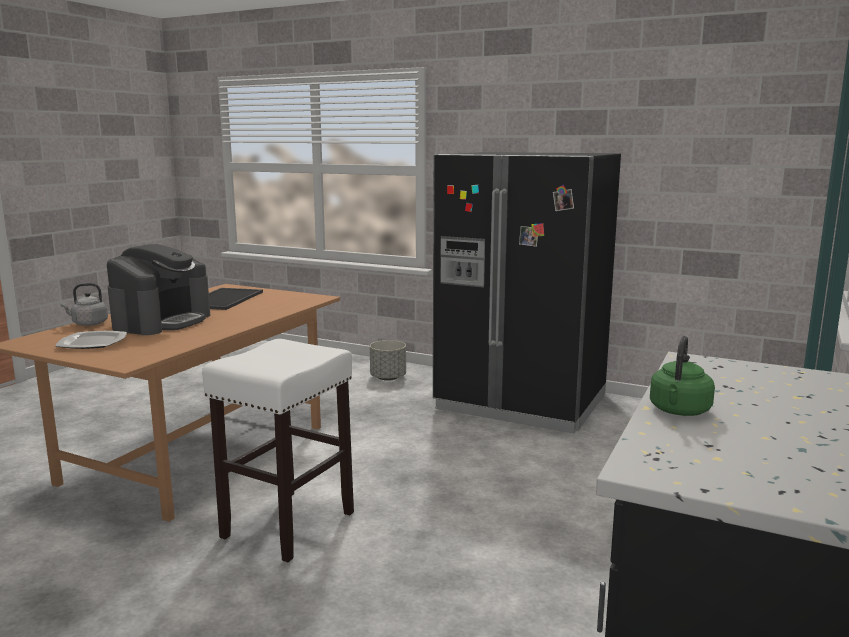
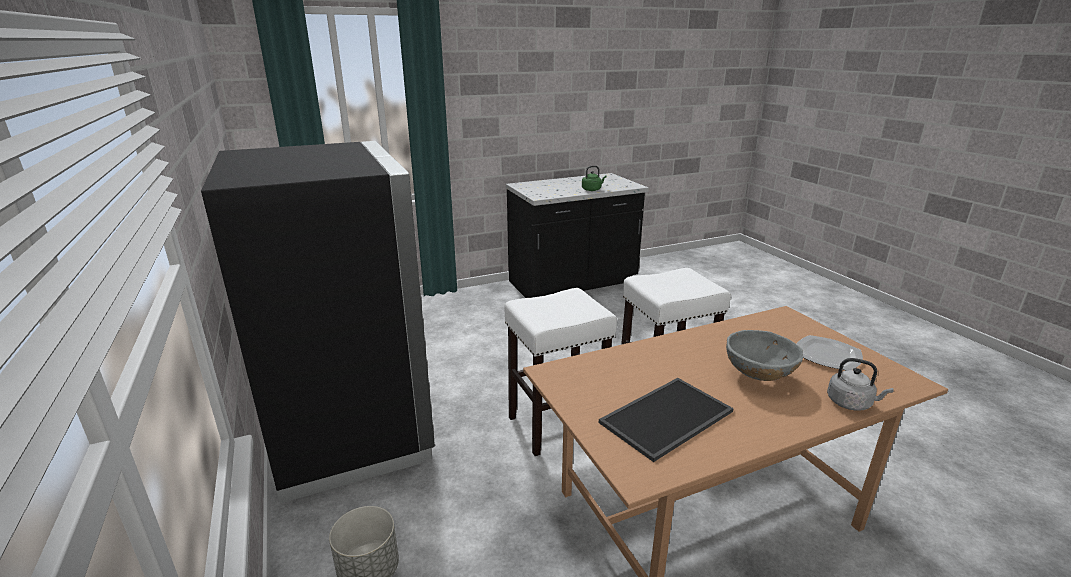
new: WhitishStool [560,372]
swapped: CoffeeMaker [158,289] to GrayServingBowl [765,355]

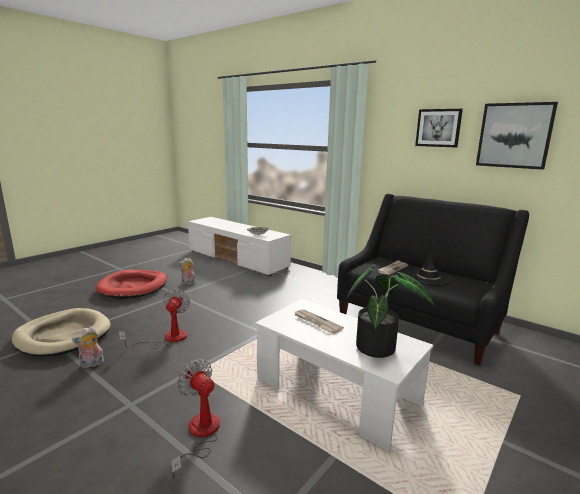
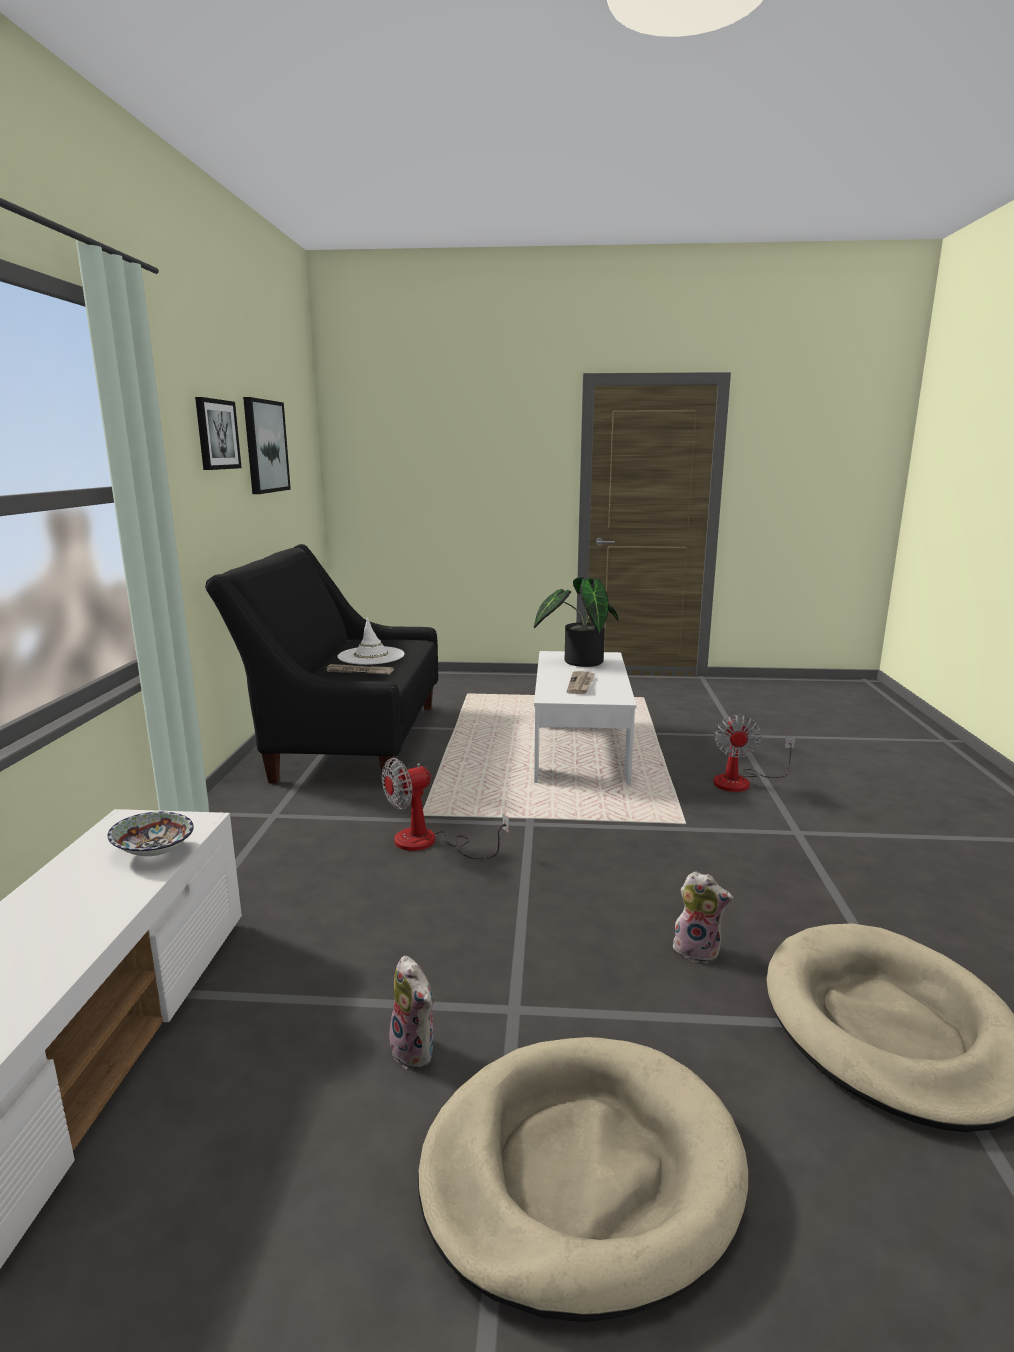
shifted: PlushToy [88,347] to [703,917]; ElectricFan [154,319] to [445,808]
repainted: RedColouredDogCushion [131,284] to BeigeDogCushion [583,1179]; BlackishWearableHat [429,268] to WhitishWearableHat [371,641]

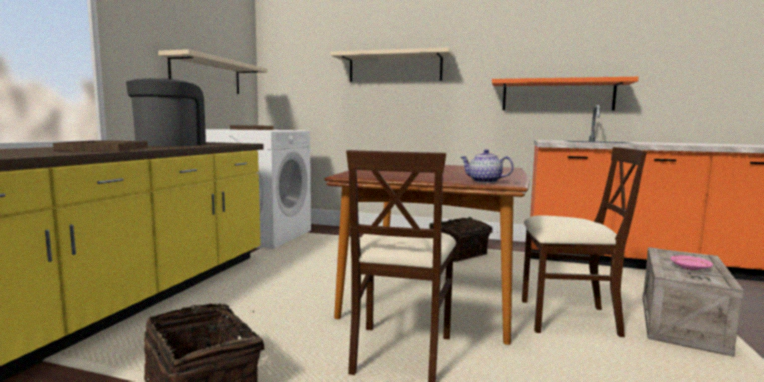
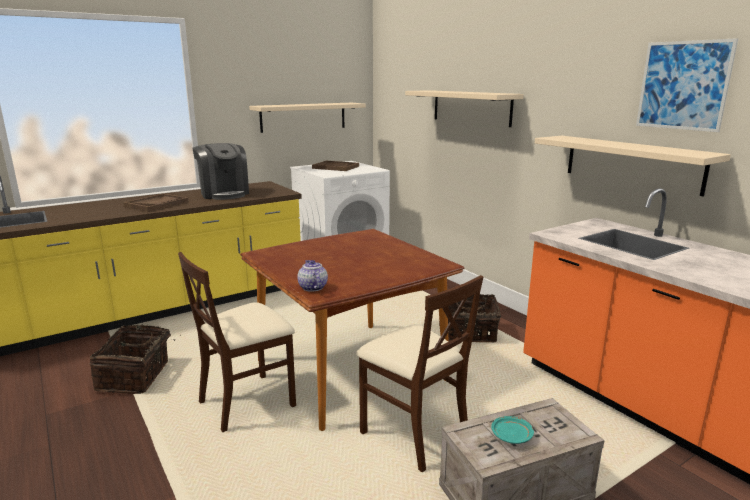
new: WallArt [687,85]
repainted: OrangeBracketShelf [565,94] to BeigeBracketShelf [633,166]; PinkishDinnerPlate [691,262] to BlueGreenDinnerPlate [512,430]
rotated: CoffeeMaker [166,112] = [220,171] 105 degrees clockwise

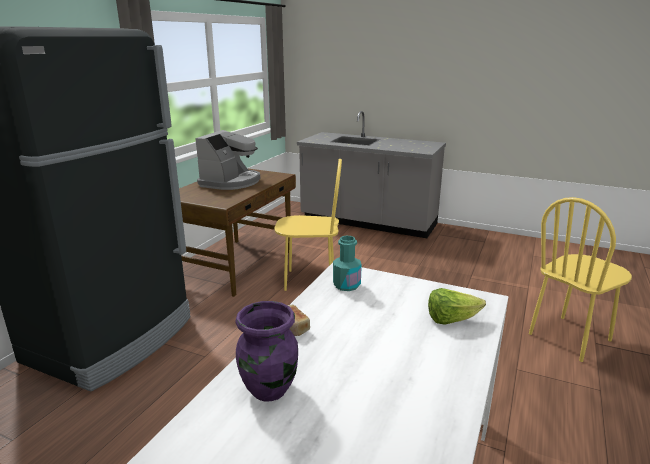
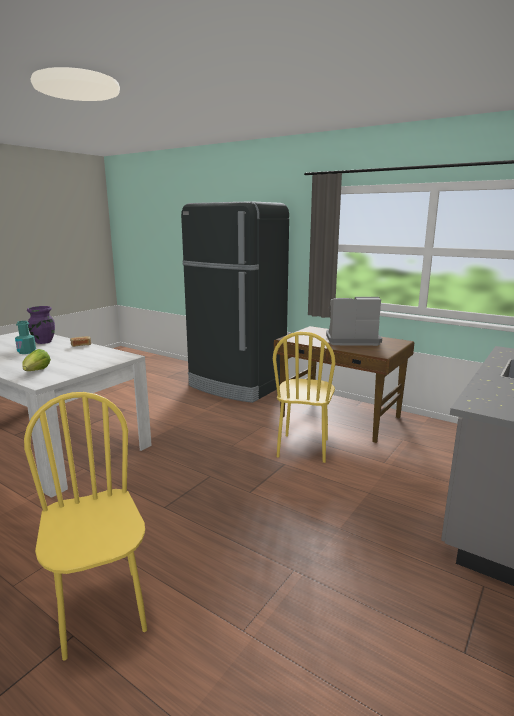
shifted: BlueGreenBottle [347,263] to [25,337]
rotated: CoffeeMaker [227,160] = [354,321] 150 degrees clockwise

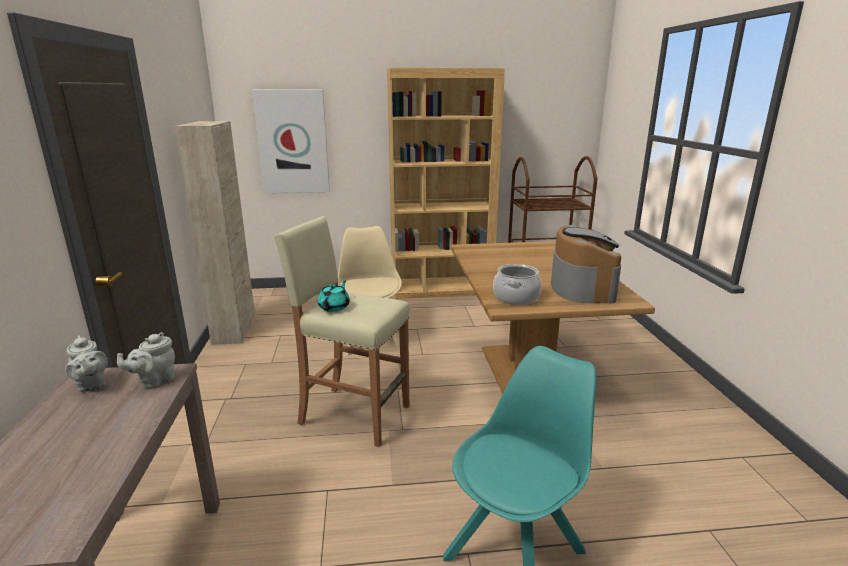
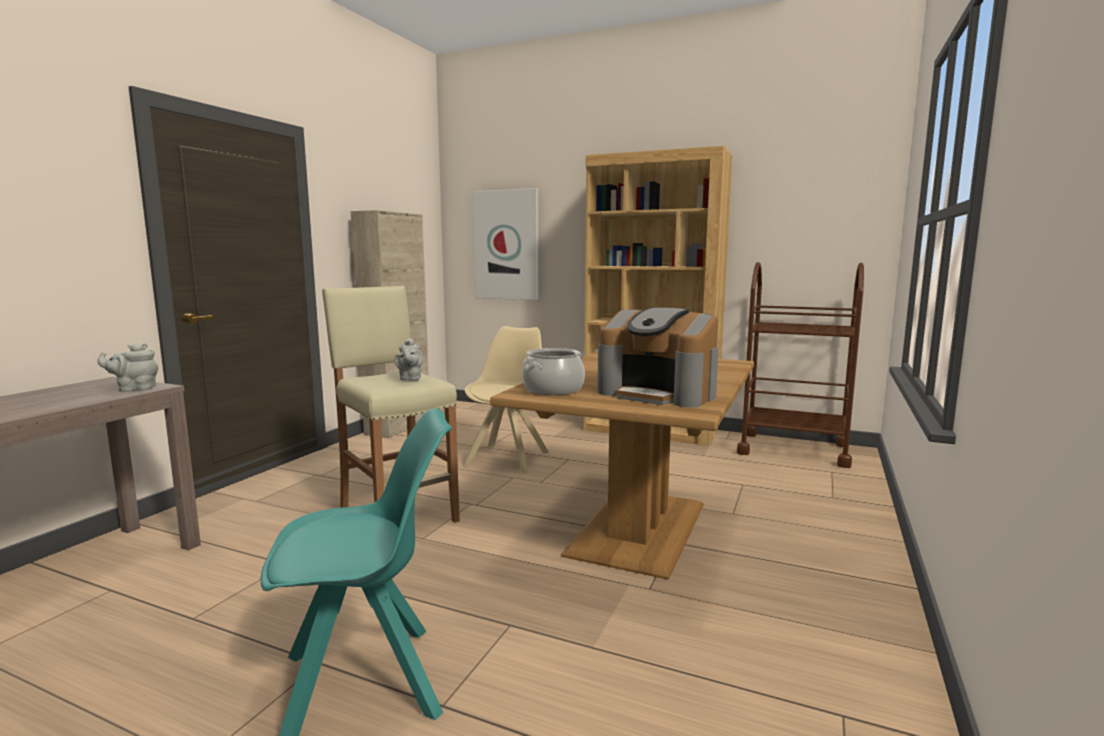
gone: BlueGreenTeaPot [334,296]
shifted: GrayTeaPot [86,363] to [409,359]
rotated: CoffeeMaker [586,264] = [658,357] 90 degrees clockwise

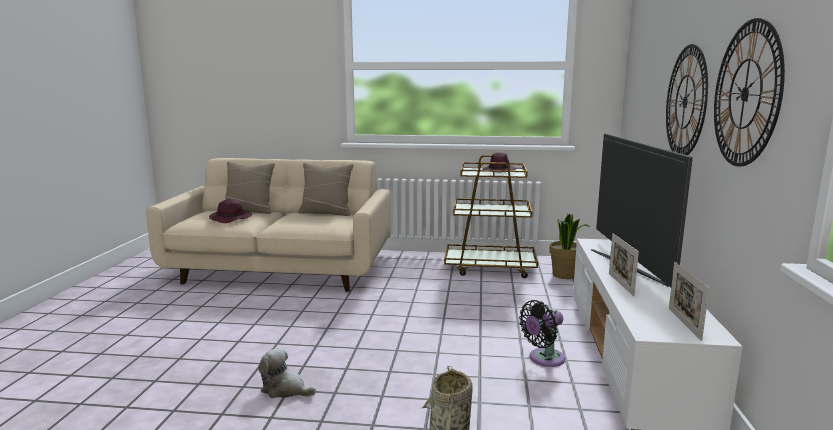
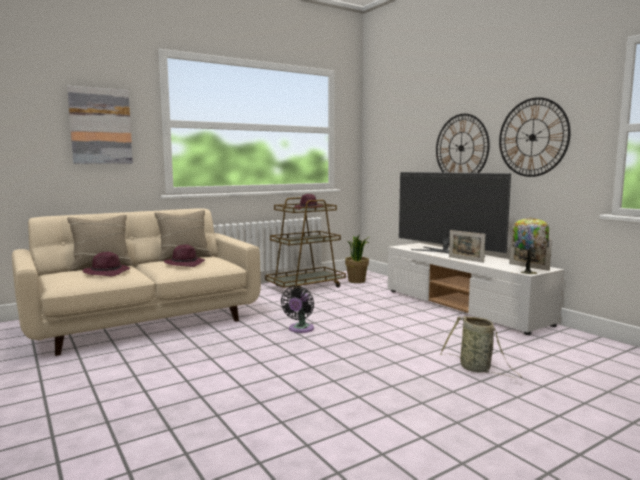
gone: PlushToy [287,373]
new: WallArt [100,125]; PurpleColouredWearableHat [184,255]; TabletopLamp [530,245]
shifted: BlackishElectricFan [542,333] to [297,309]

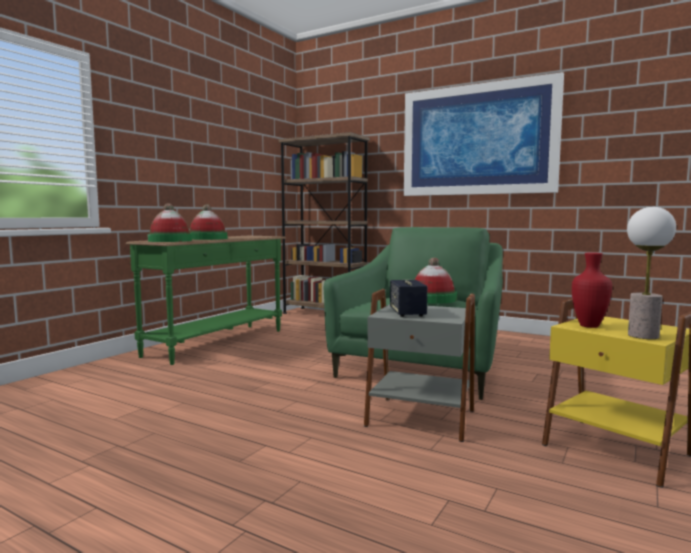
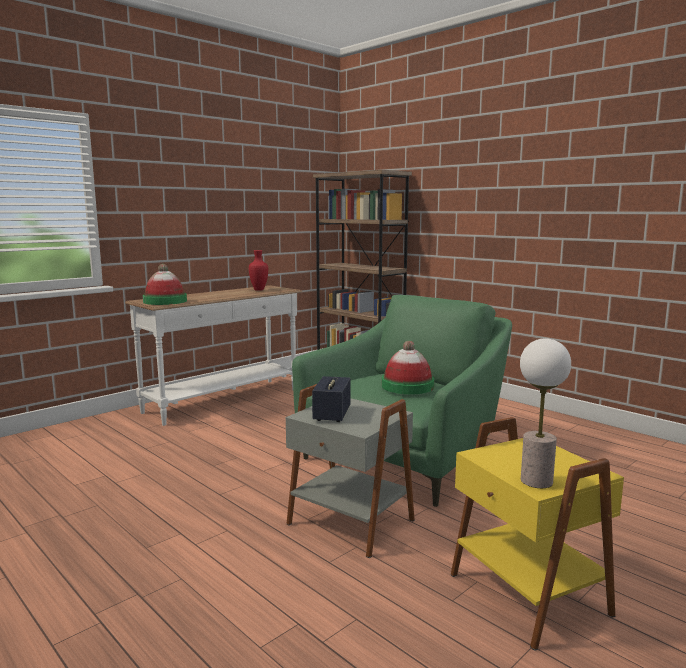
gone: WearableHat [208,222]; WallArt [484,134]
shifted: RedColouredDecorativeVase [592,290] to [258,270]
repainted: GreenColouredConsoleTable [206,300] to WhitishConsoleTable [213,355]

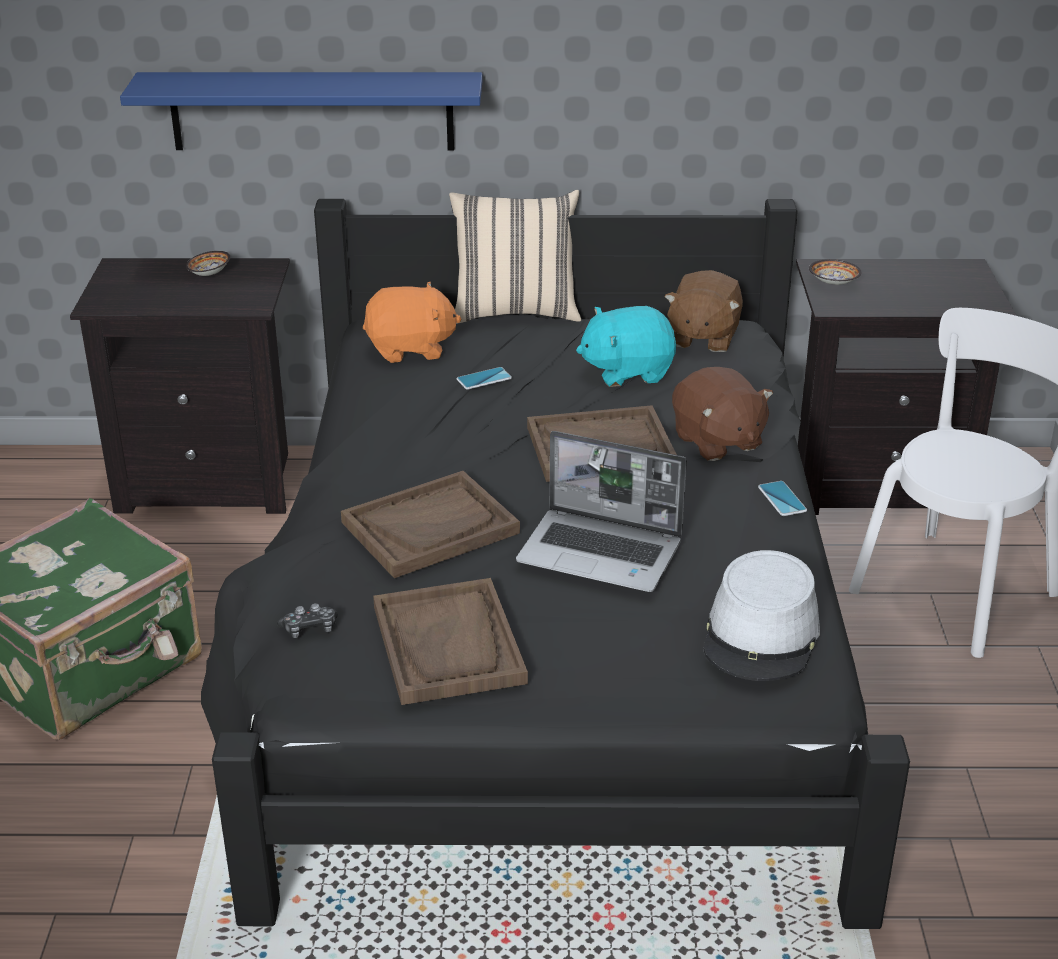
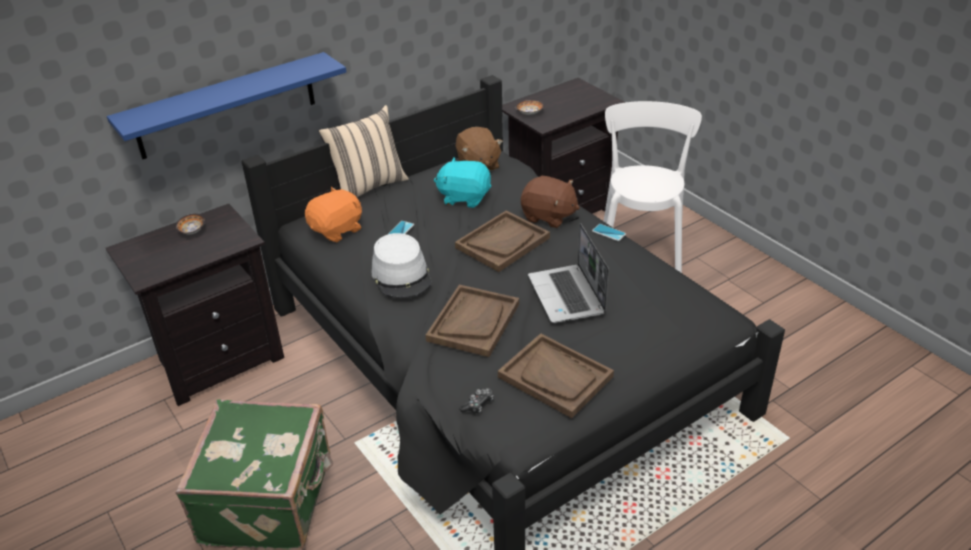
shifted: GrayWearableHat [761,615] to [401,265]
rotated: NotebookComputer [601,511] = [568,273] 90 degrees clockwise; BlueGreenPlushToy [626,346] = [462,182] 60 degrees clockwise

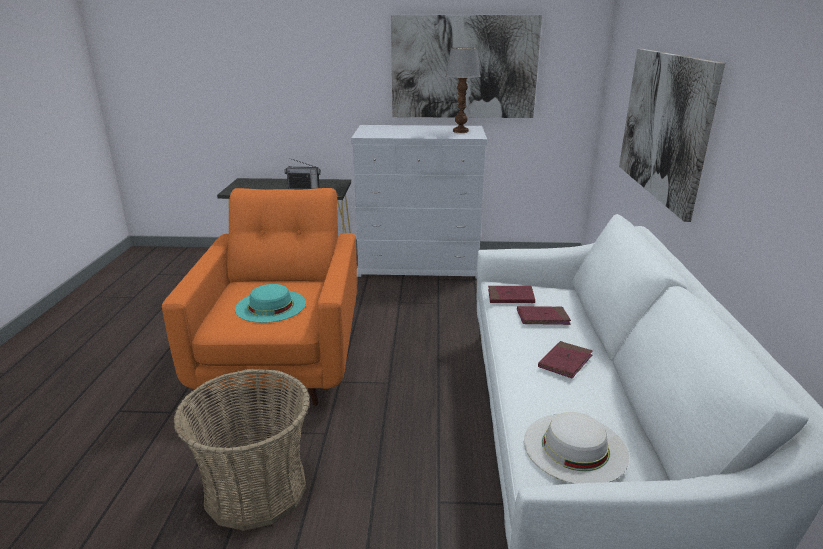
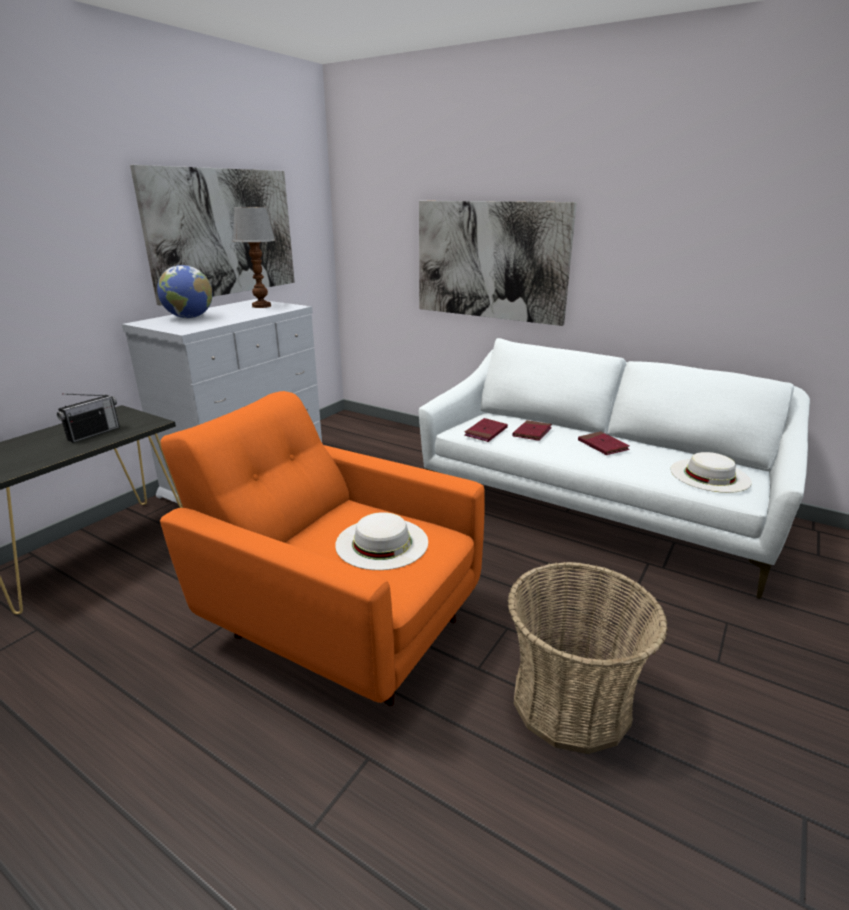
new: Globe [184,291]
repainted: BlueGreenWearableHat [270,303] to WhitishWearableHat [381,541]

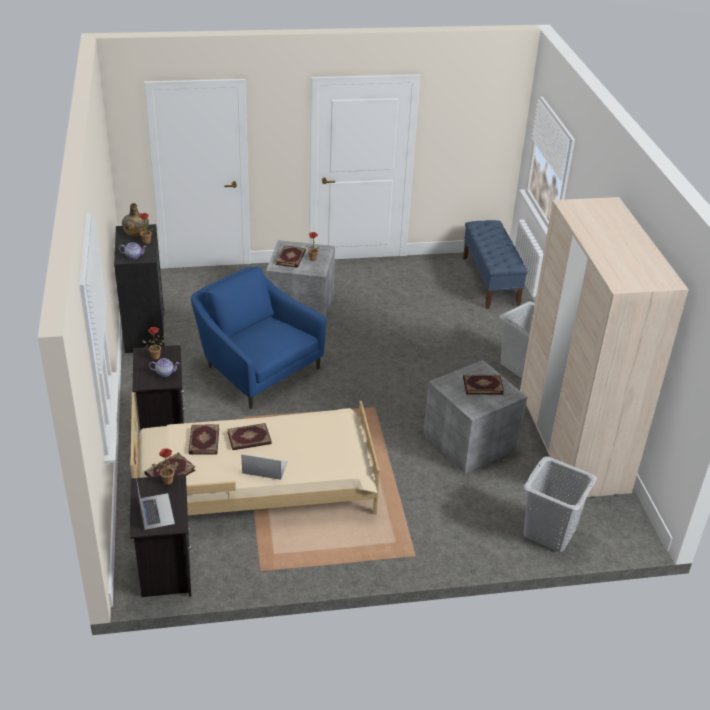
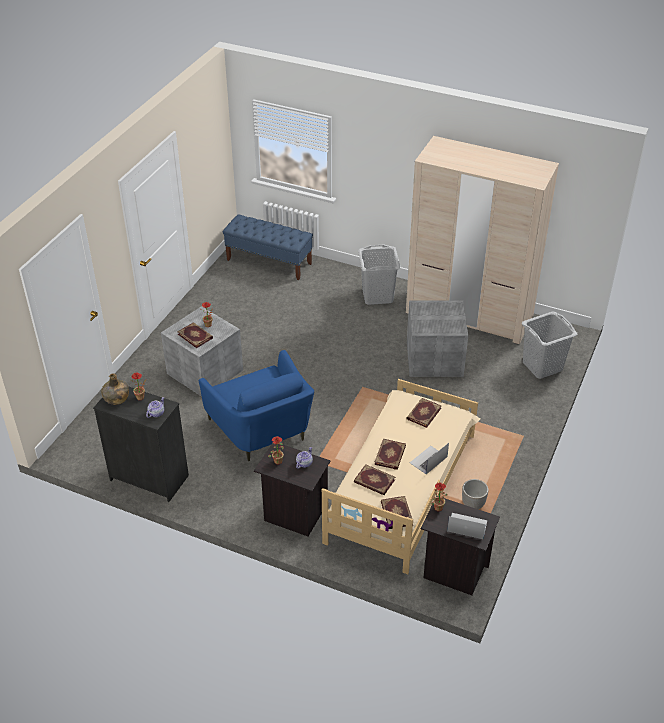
new: FlowerPot [475,494]
shifted: Volume [483,385] to [424,413]
rotated: BluishEasyChair [259,338] = [256,405] 105 degrees counterclockwise

